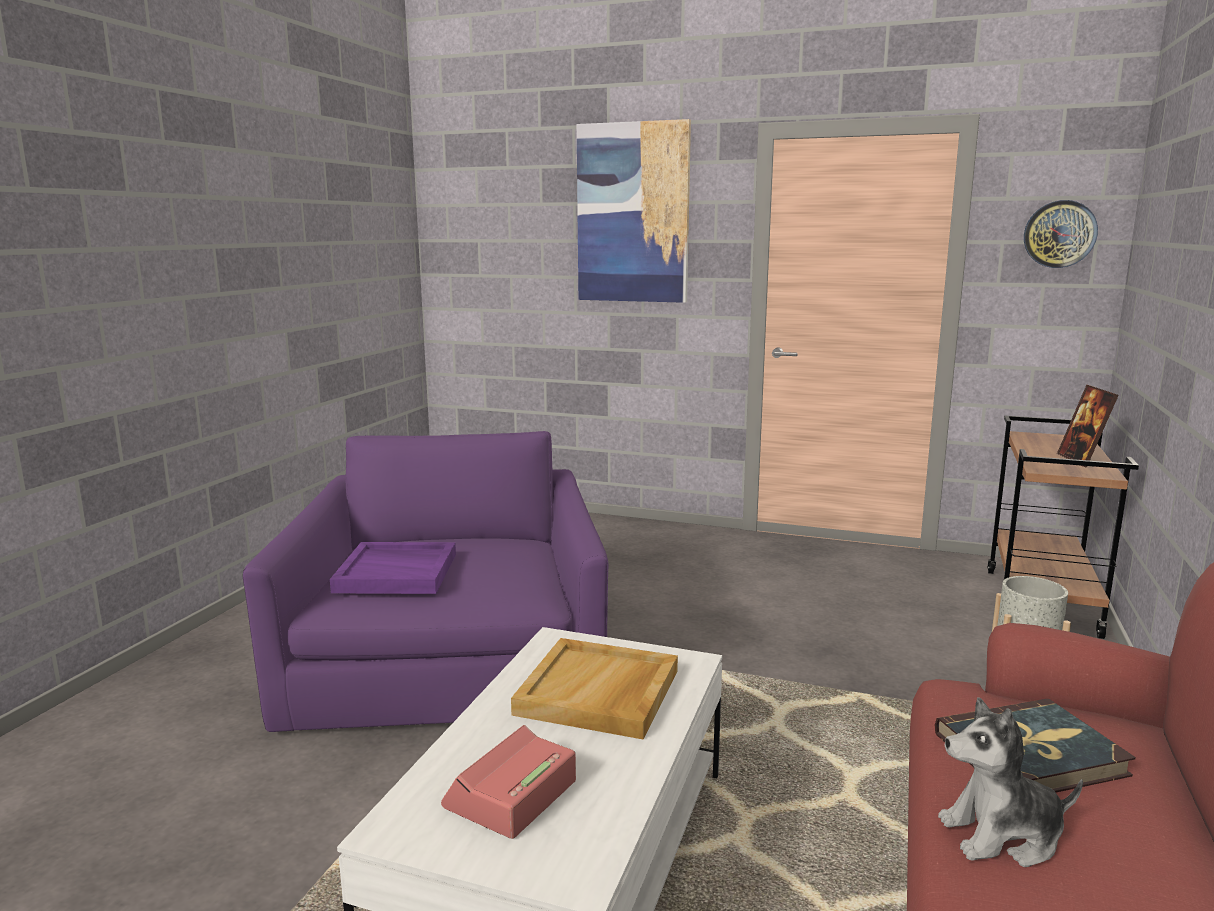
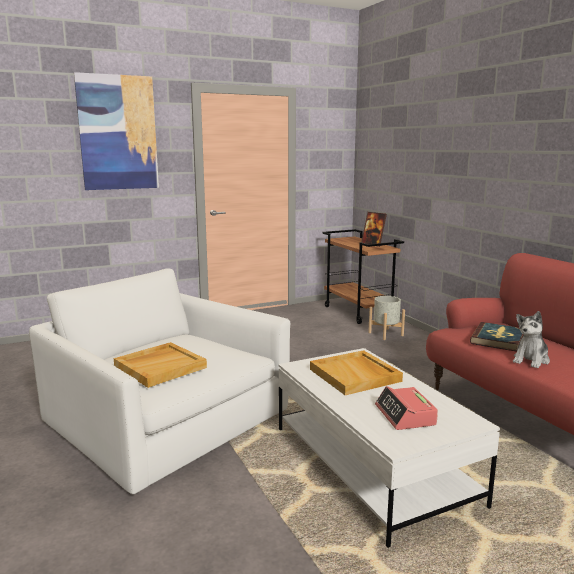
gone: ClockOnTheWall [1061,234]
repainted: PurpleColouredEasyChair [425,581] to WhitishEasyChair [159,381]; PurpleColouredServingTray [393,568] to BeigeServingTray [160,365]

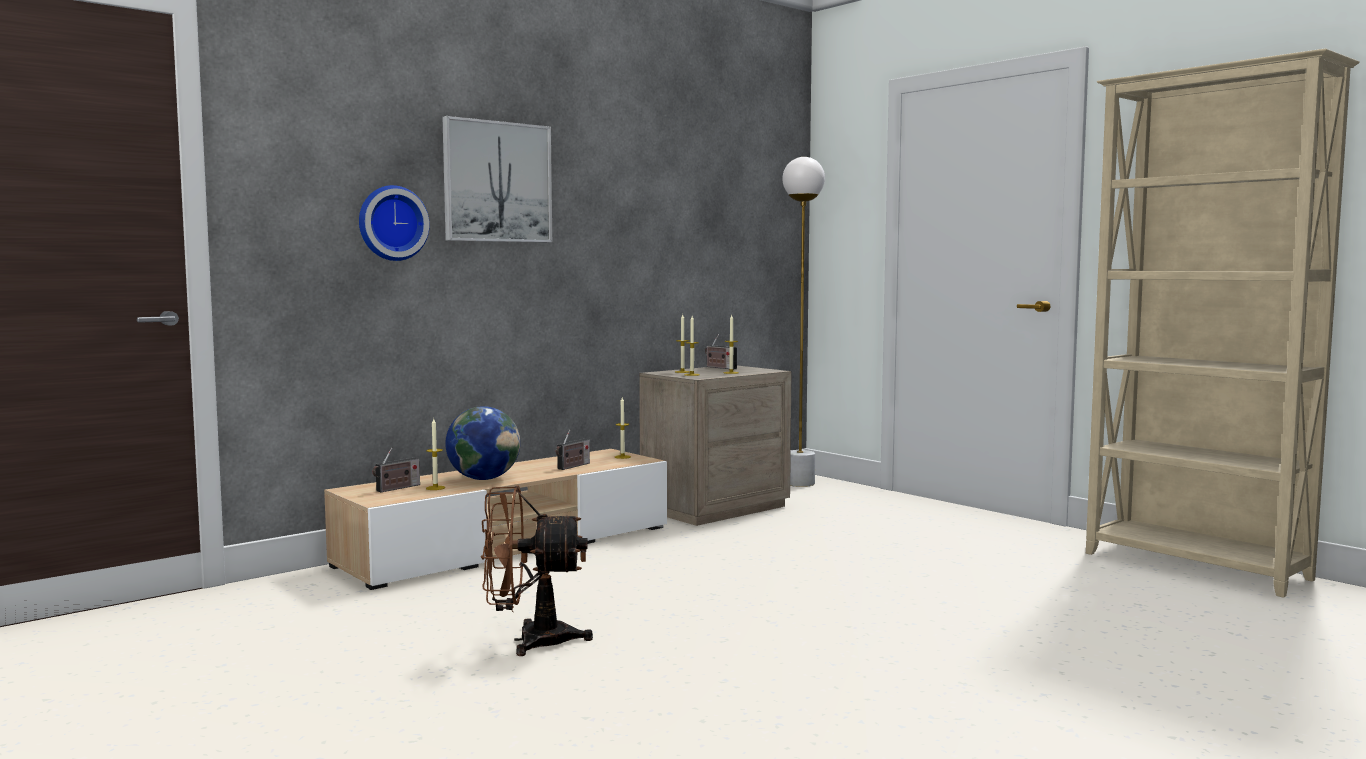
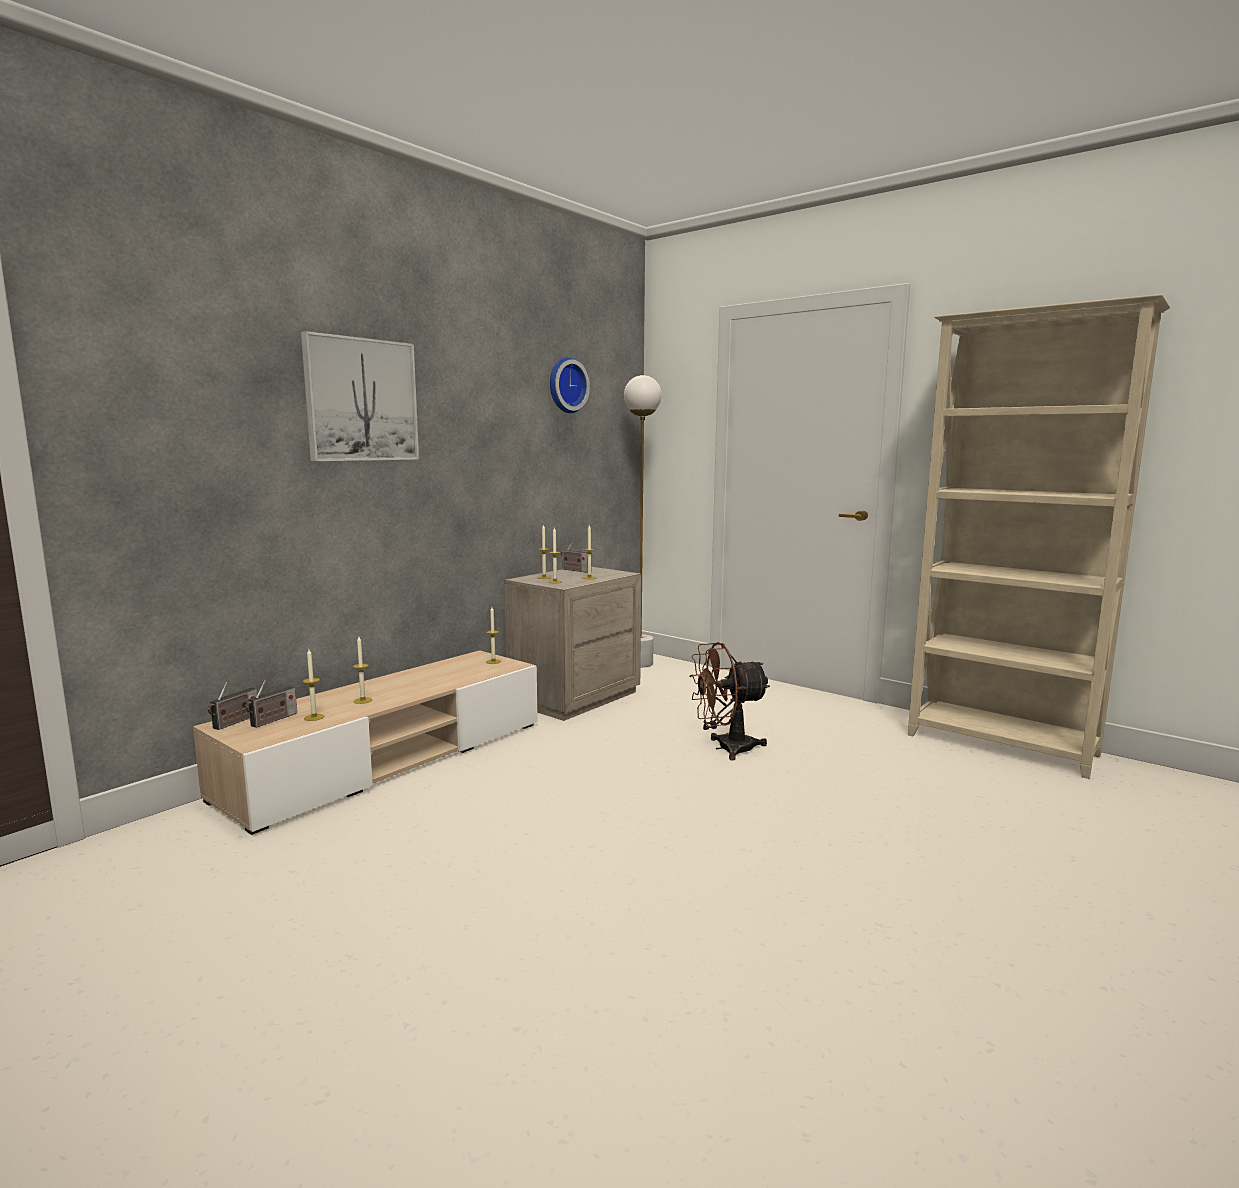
shifted: ClockOnTheWall [394,223] to [570,385]; BrownishElectricFan [537,570] to [730,701]; Radio [573,449] to [232,706]
swapped: Globe [482,443] to WaxCandle [362,670]

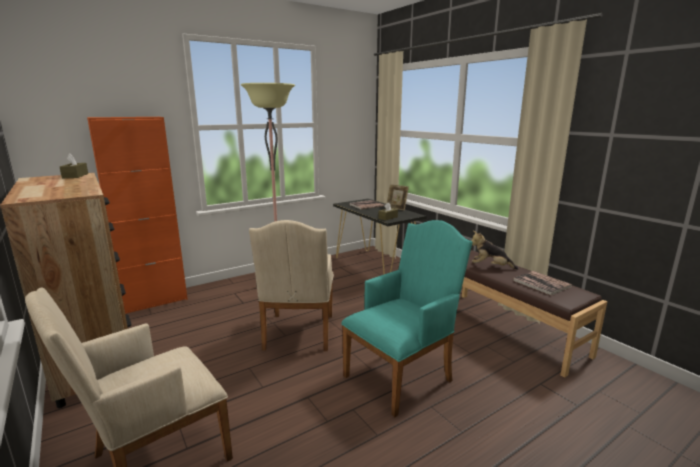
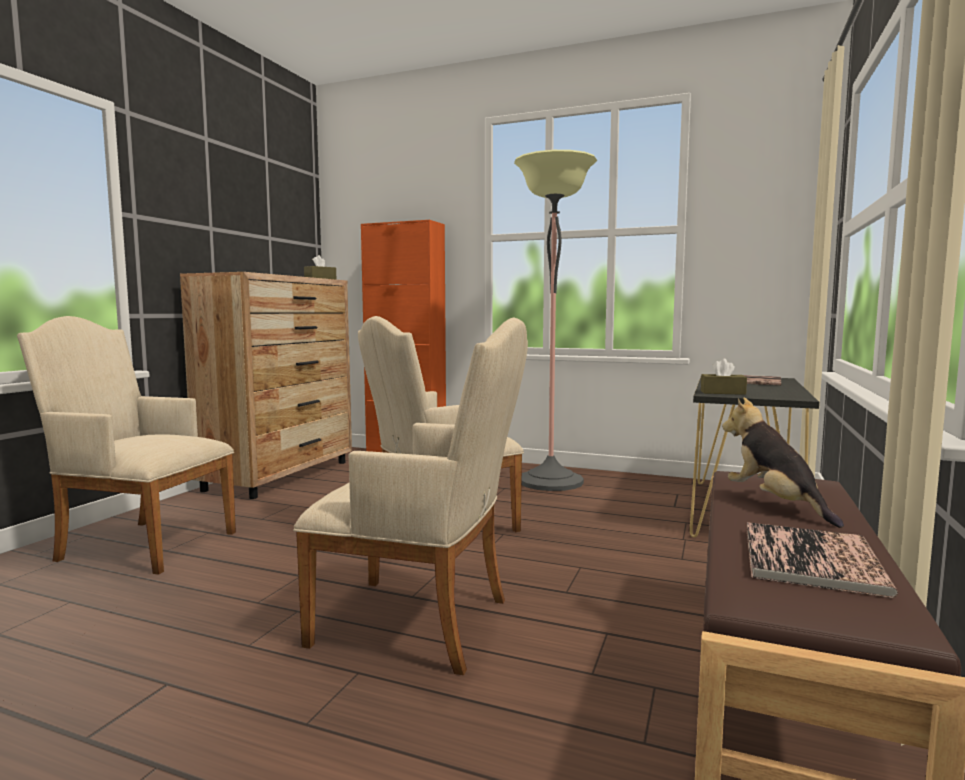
gone: PhotoFrame [398,197]
repainted: BlueGreenEasyChair [406,318] to BeigeEasyChair [410,496]

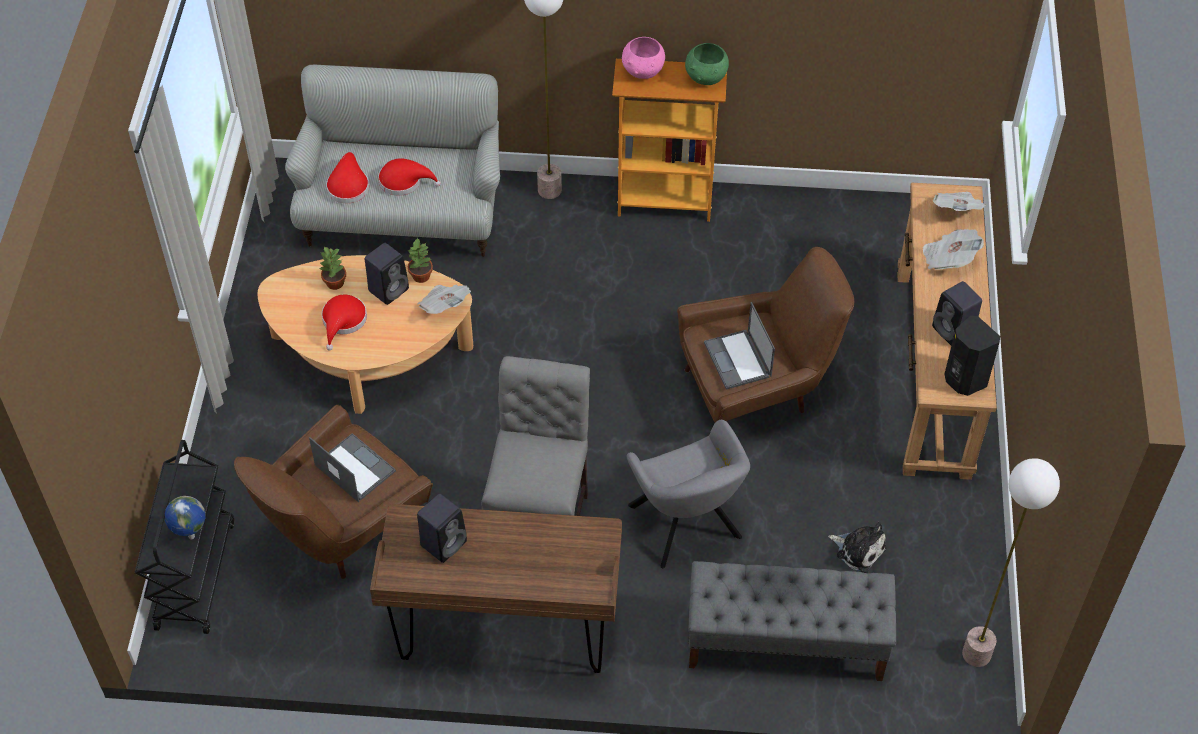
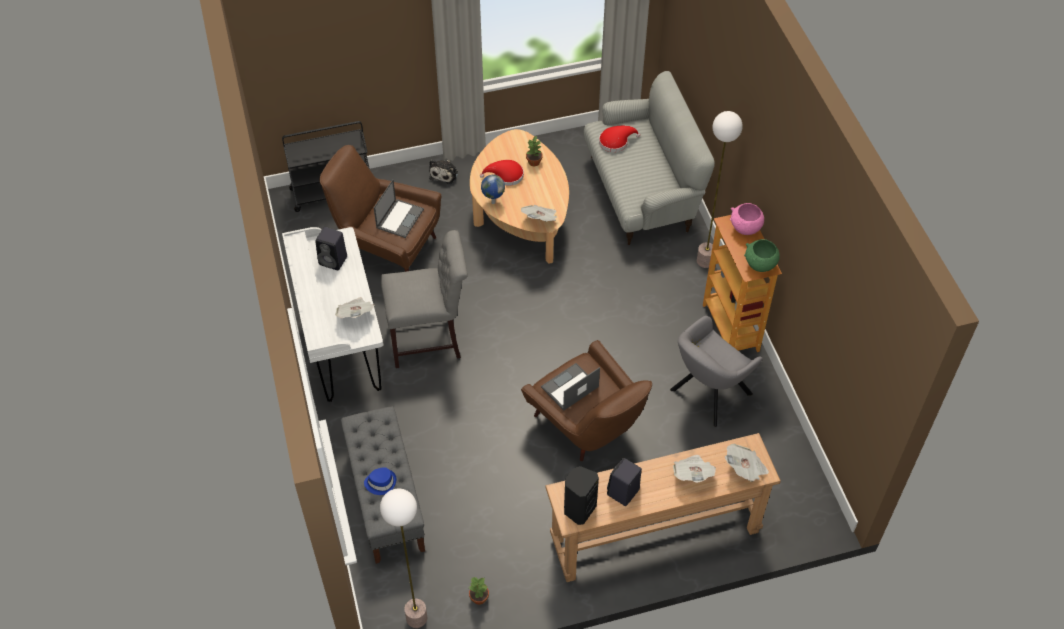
gone: BlackishSpeaker [387,274]; RedColouredWearableHat [409,177]
new: Newspaper [354,307]; BluishWearableHat [380,481]
shifted: Globe [185,518] to [493,189]; PlantInAPot [420,260] to [479,591]; GrayEasyChair [688,494] to [716,371]; PlushToy [857,547] to [443,171]
repainted: BrownishDeskUnit [496,588] to WhitishDeskUnit [332,314]

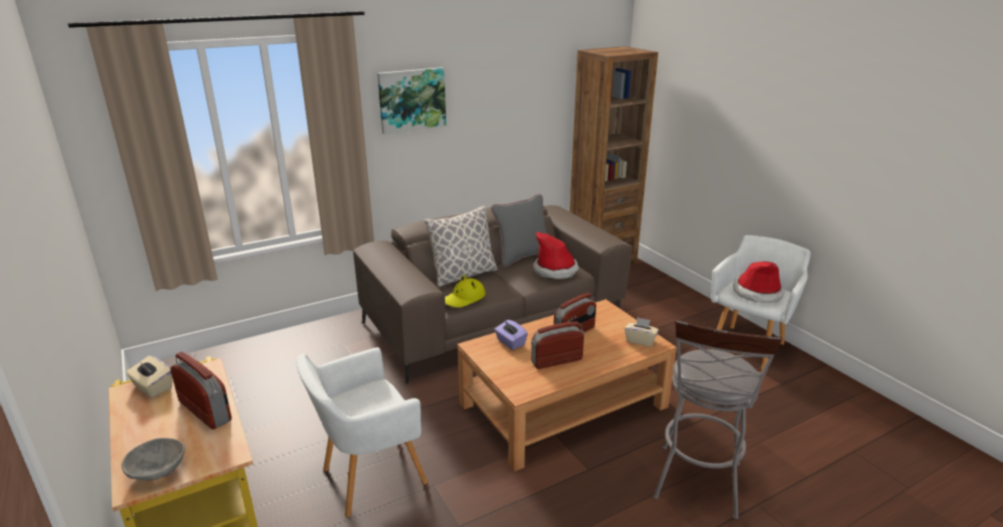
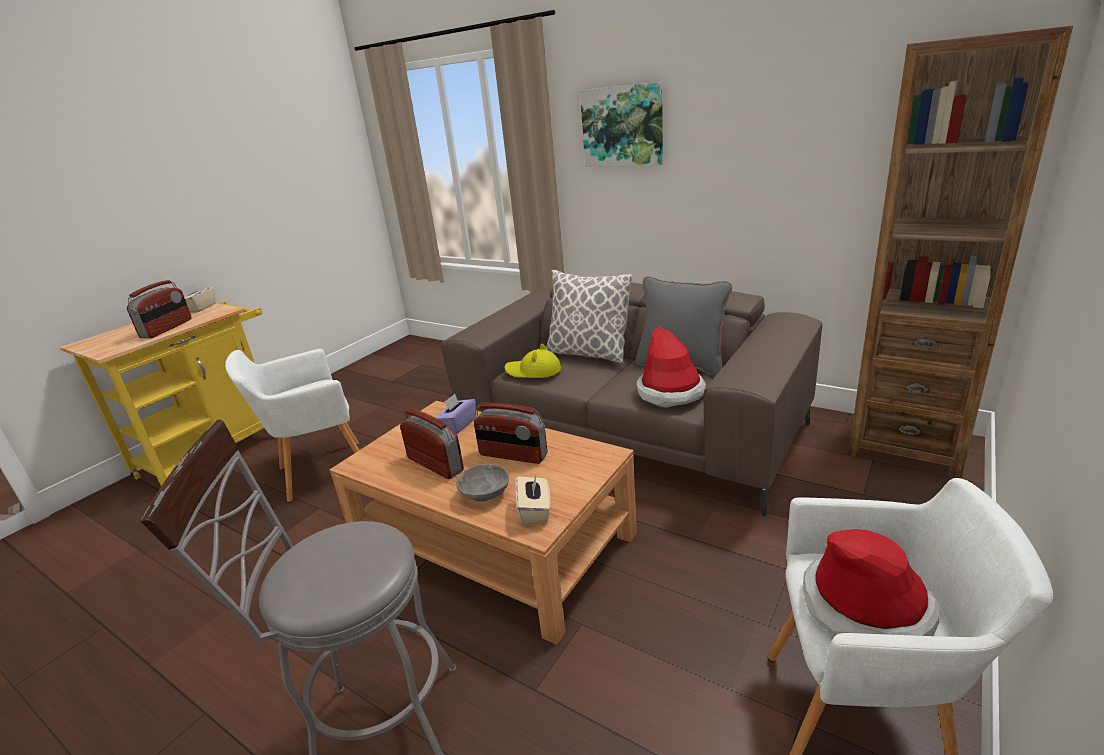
shifted: GrayServingBowl [153,459] to [482,482]
rotated: WhitishEasyChair [362,432] = [292,425] 60 degrees counterclockwise

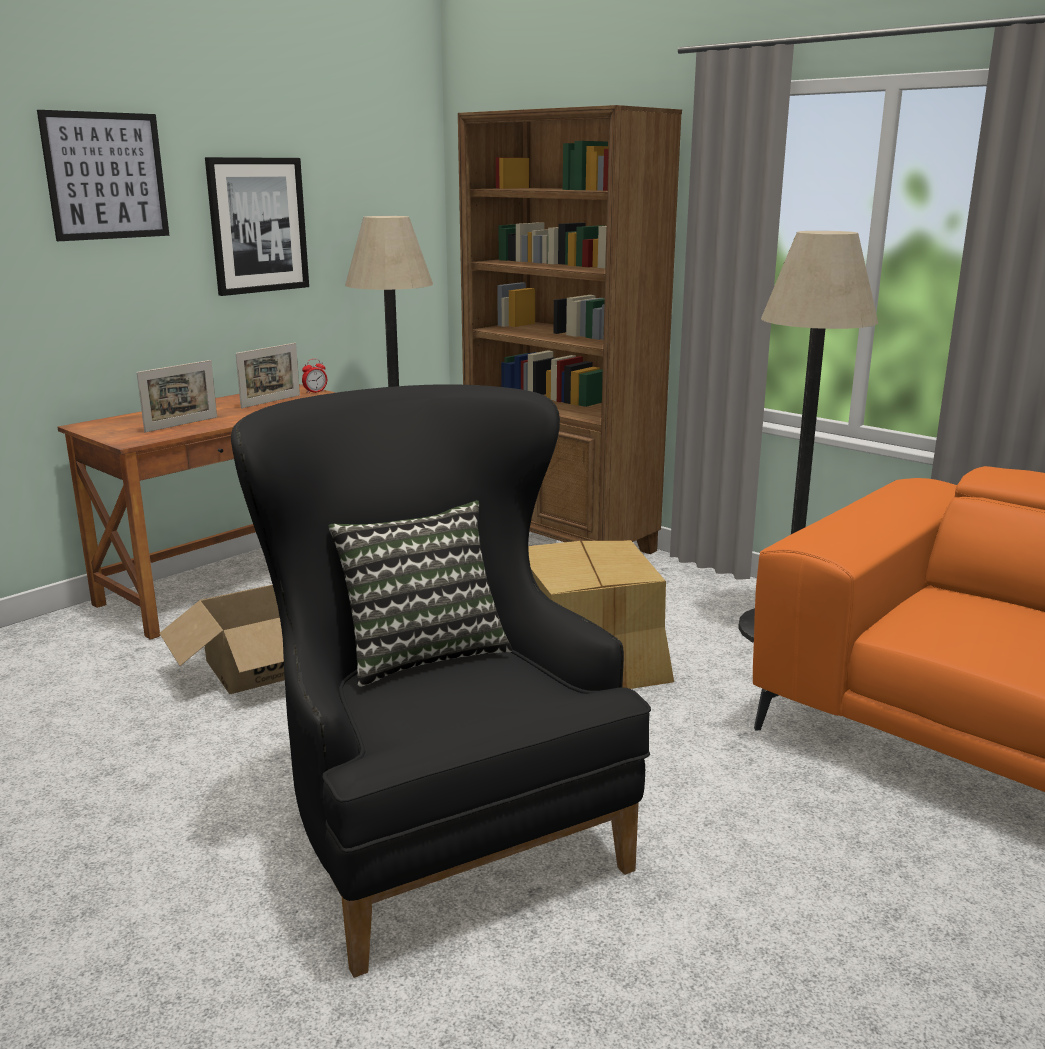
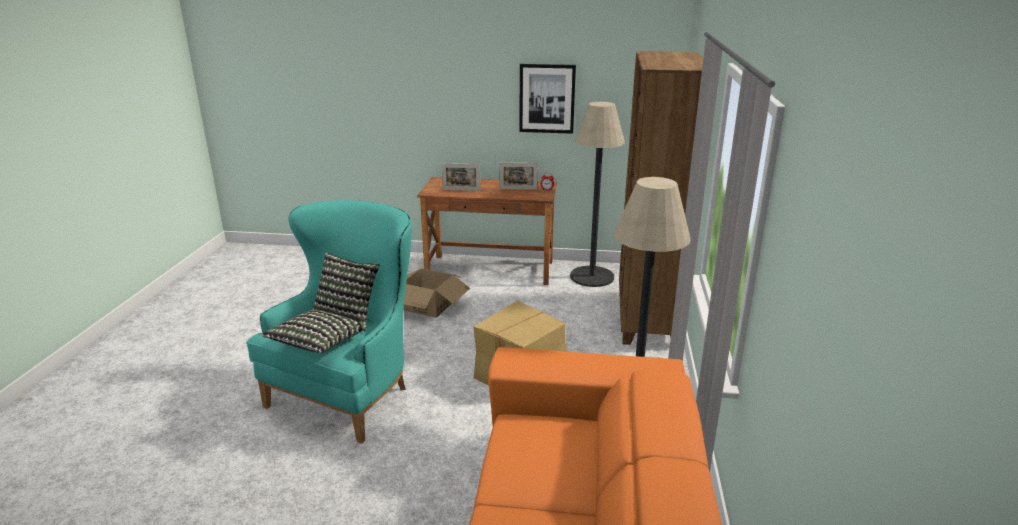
gone: WallArt [103,175]
new: Pillow [314,331]
repainted: BlackishEasyChair [441,681] to BlueGreenEasyChair [329,322]

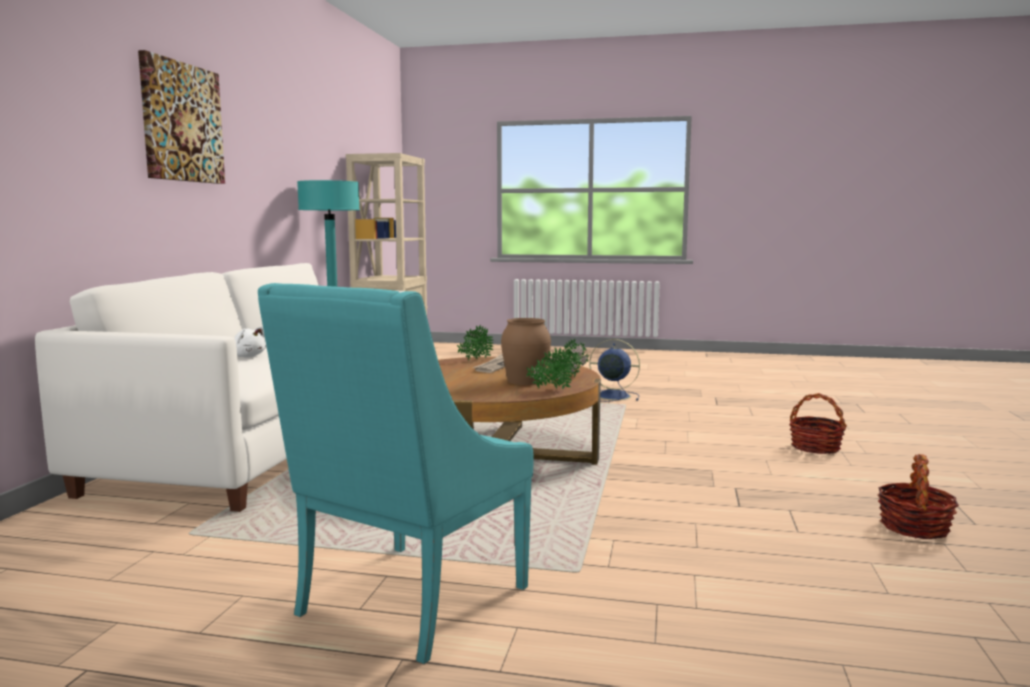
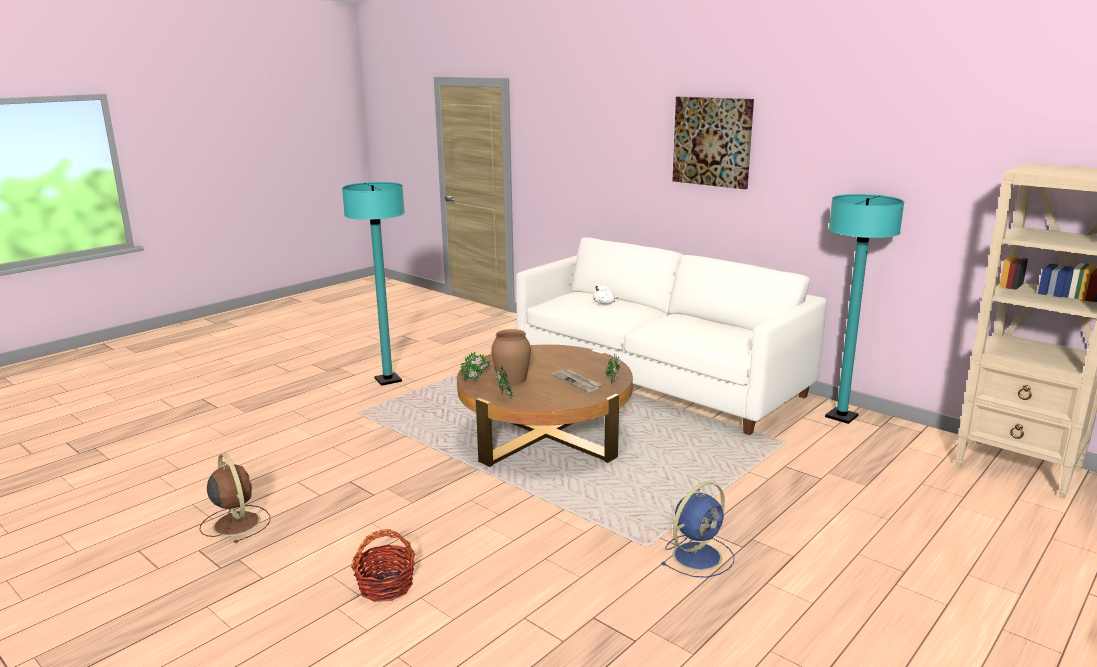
swapped: BlueGreenEasyChair [396,473] to BlueGreenFloorLamp [373,284]; HouseholdBasket [918,496] to BrownishElectricFan [235,498]

